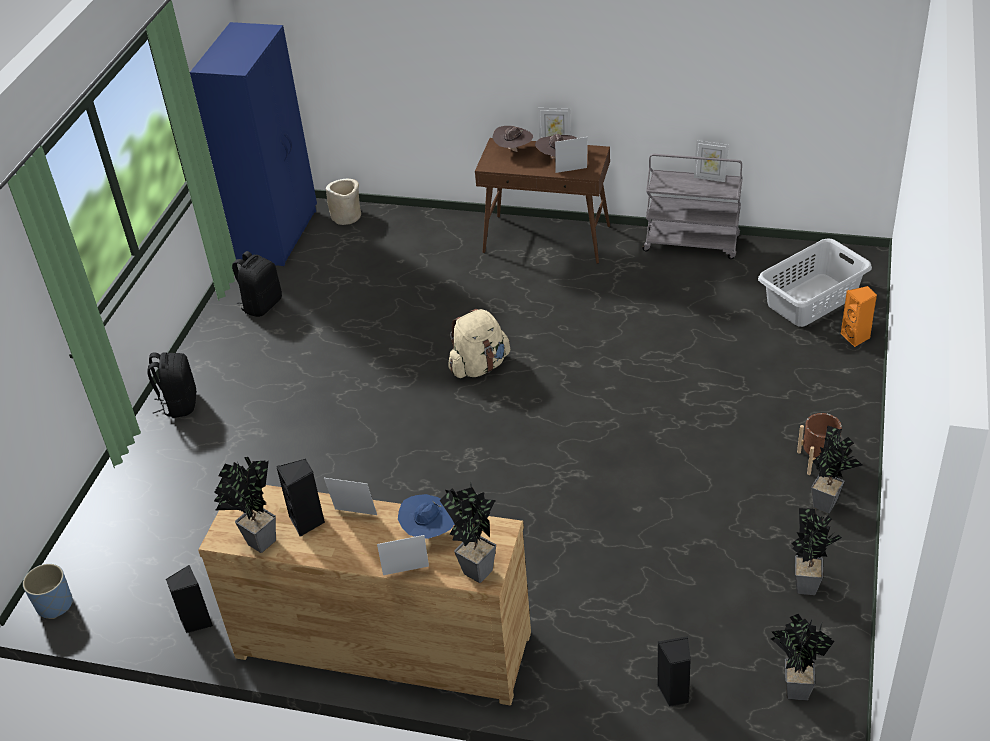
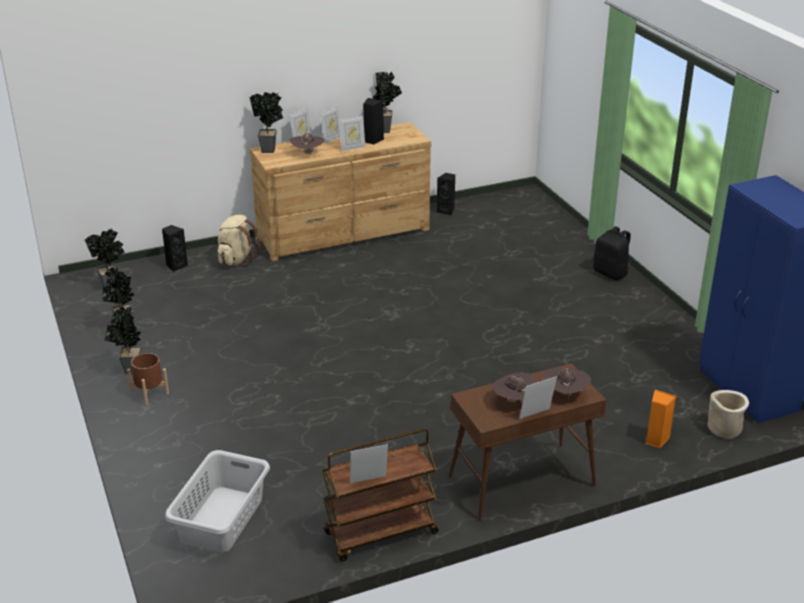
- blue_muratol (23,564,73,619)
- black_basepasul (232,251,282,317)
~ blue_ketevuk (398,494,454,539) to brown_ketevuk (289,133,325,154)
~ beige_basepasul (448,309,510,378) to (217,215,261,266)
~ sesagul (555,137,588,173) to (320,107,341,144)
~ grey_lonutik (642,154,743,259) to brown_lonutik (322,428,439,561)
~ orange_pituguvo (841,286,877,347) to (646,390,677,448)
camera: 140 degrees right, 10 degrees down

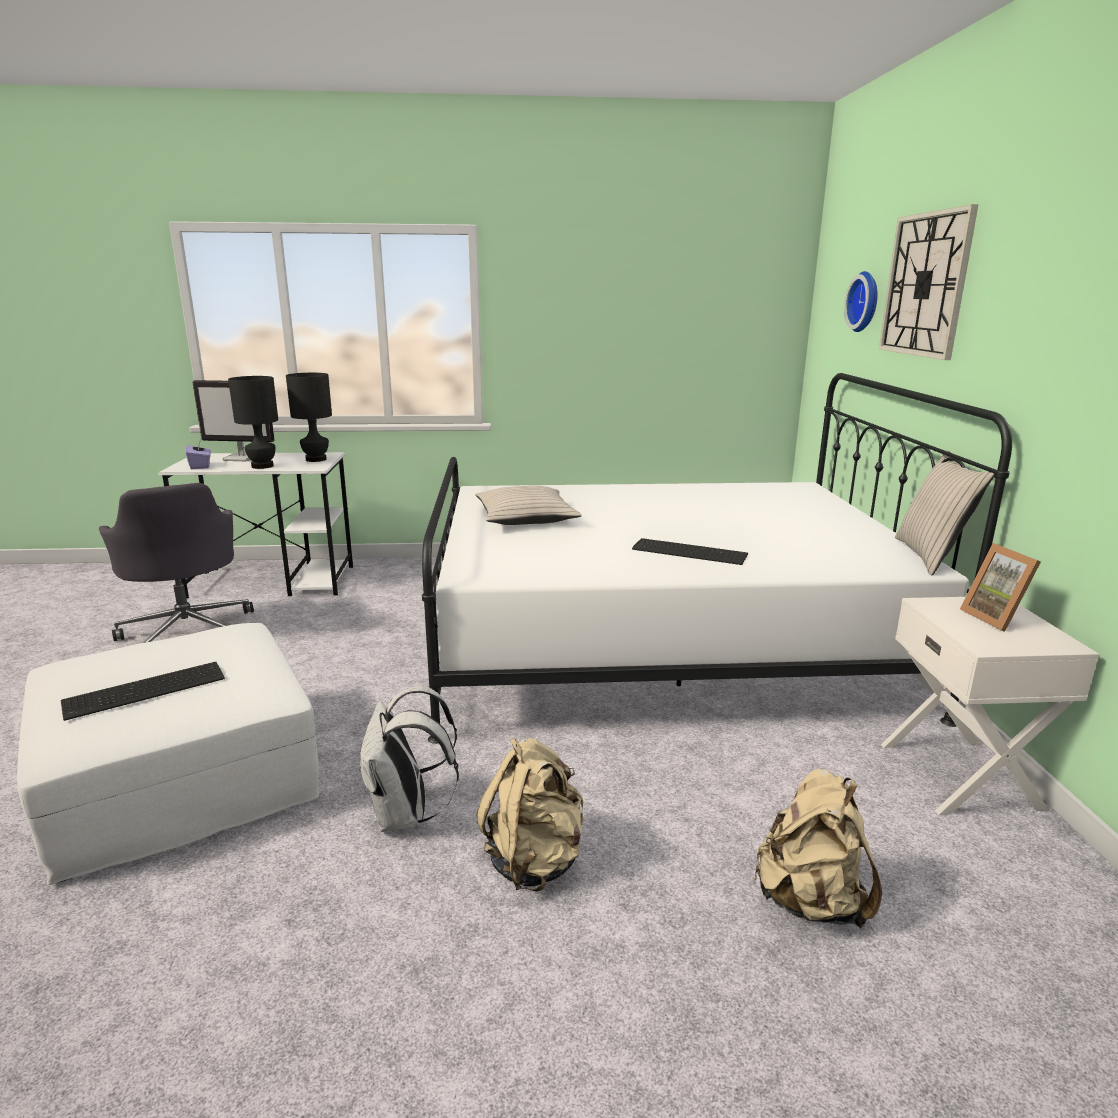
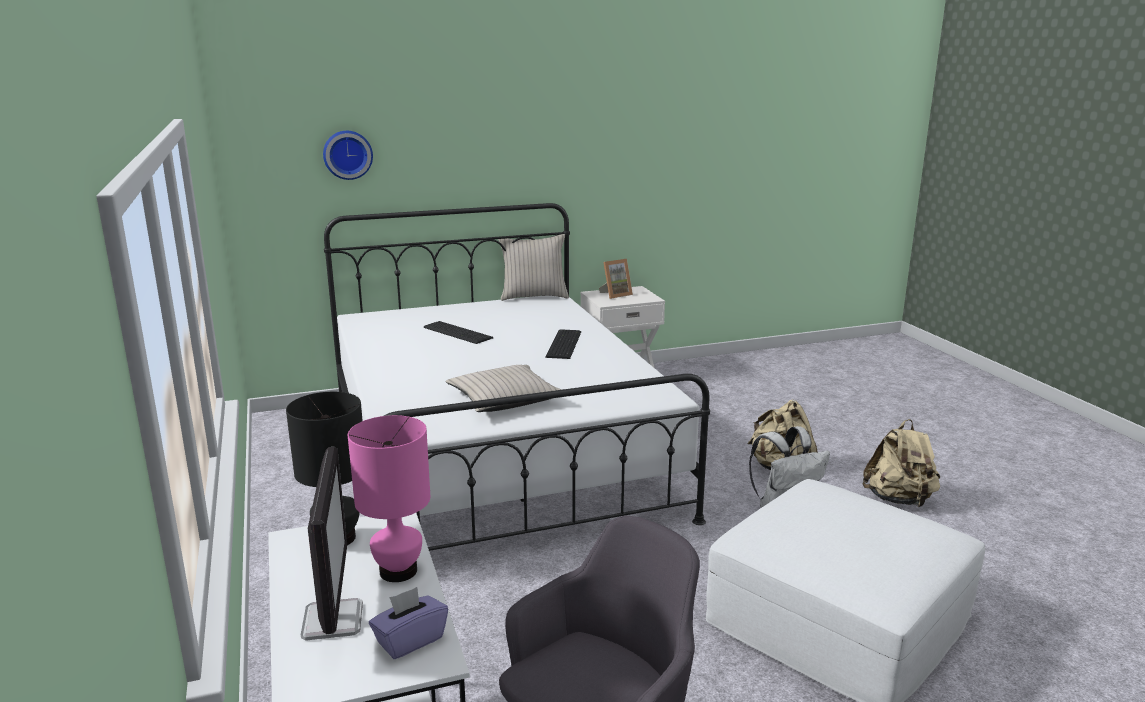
~ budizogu (61,662,225,721) to (424,321,494,344)
~ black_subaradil (228,376,278,469) to pink_subaradil (348,415,430,582)
~ beige_basepasul (753,769,882,928) to (862,419,940,507)
- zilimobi (879,204,979,360)
camera: 105 degrees left, 0 degrees up

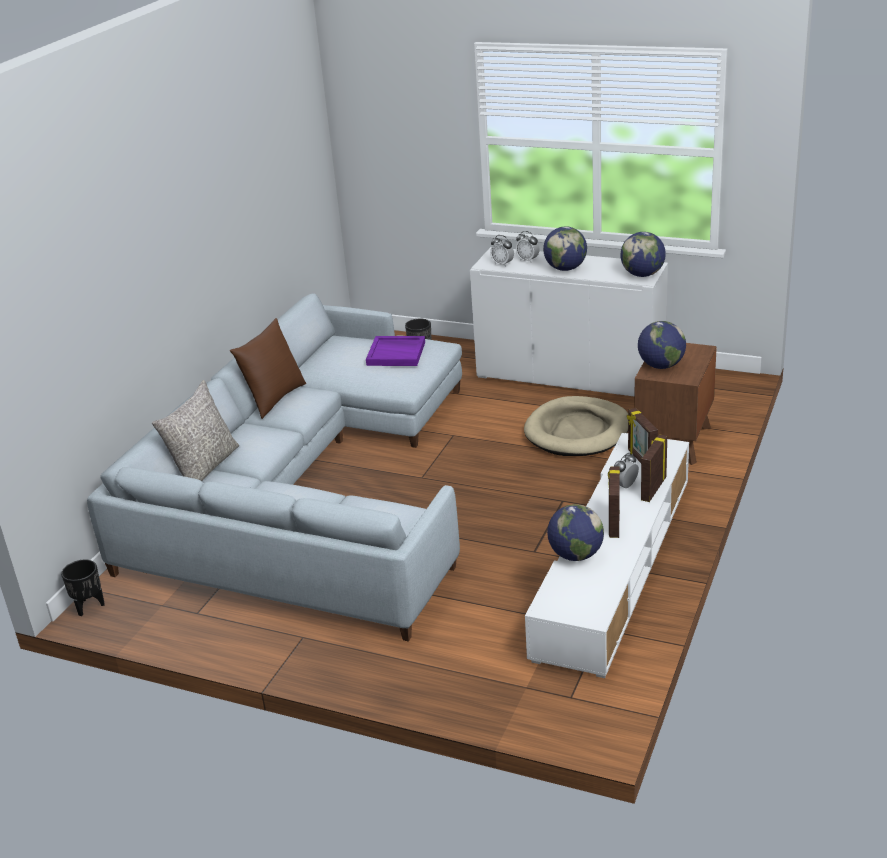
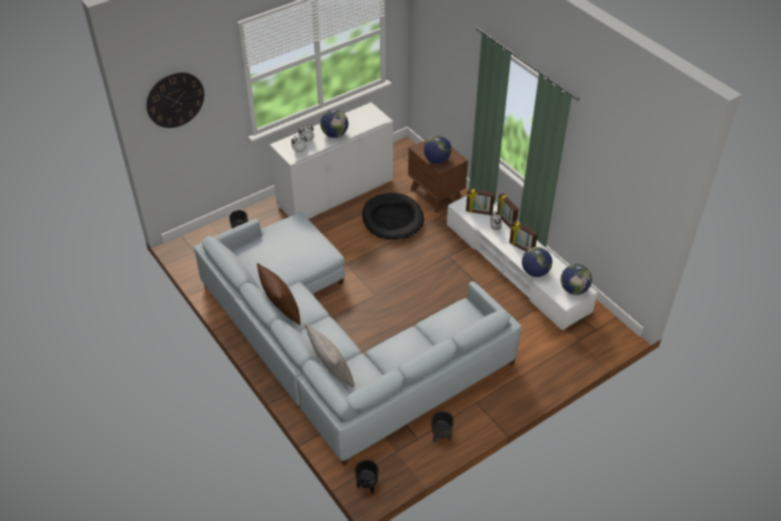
- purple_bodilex (366,336,425,366)
~ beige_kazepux (524,396,628,456) to black_kazepux (362,193,424,240)
~ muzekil (620,232,666,277) to (561,264,592,295)
+ zilimobi (146,72,204,128)
+ black_muratol (431,411,454,443)
camera: 60 degrees left, 15 degrees up

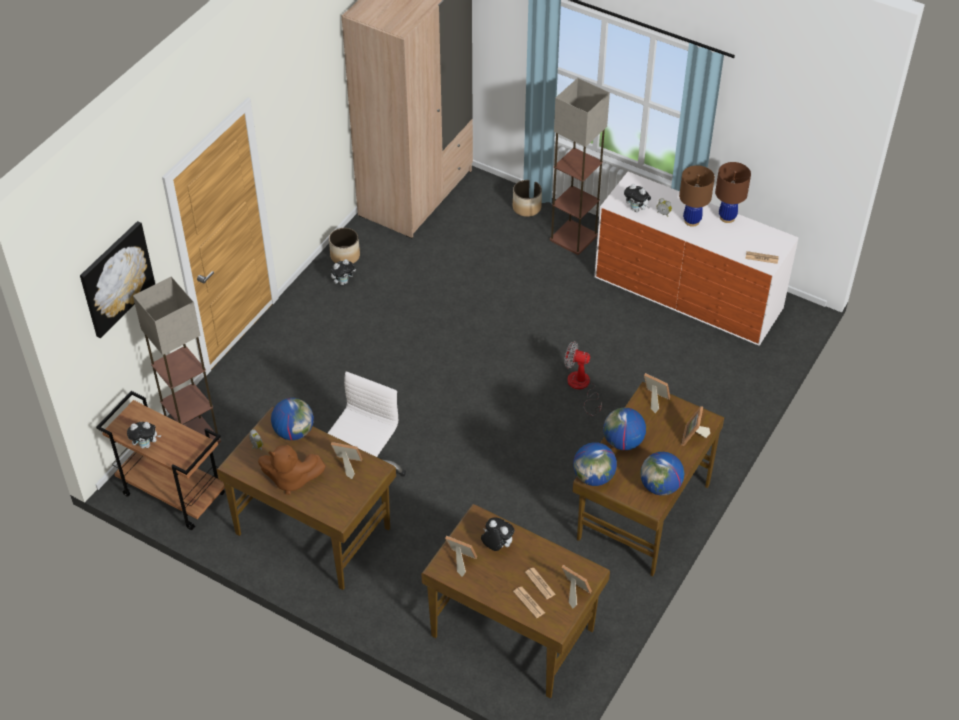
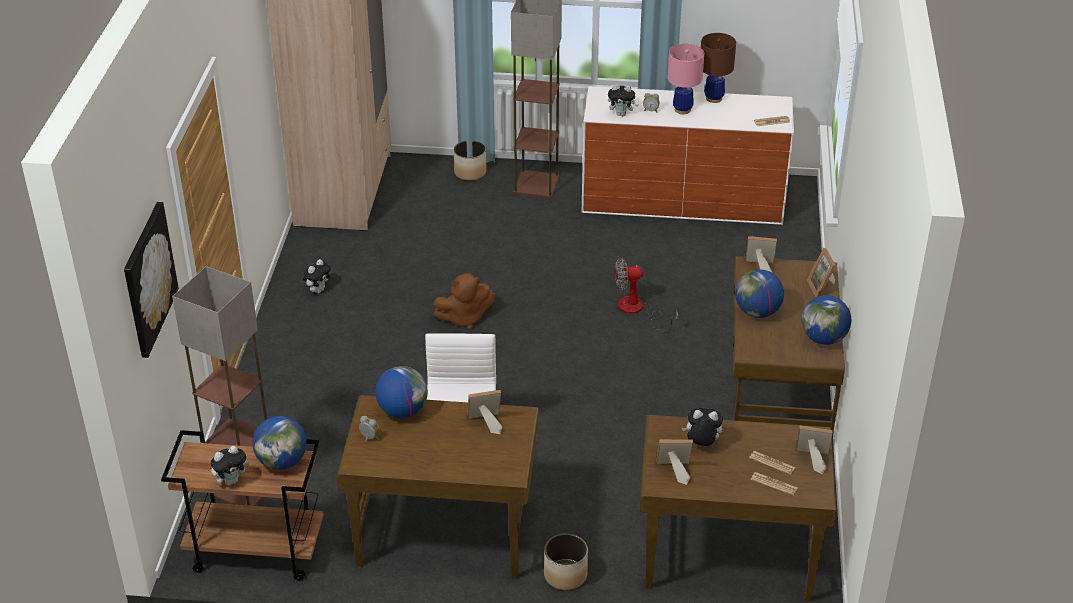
~ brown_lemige (258,445,326,495) to (433,274,495,330)
~ muratol (329,228,360,263) to (544,533,588,590)
~ muzekil (573,442,617,486) to (253,416,307,470)
~ brown_subaradil (679,165,715,227) to pink_subaradil (667,44,704,114)
camera: 25 degrees left, 10 degrees down

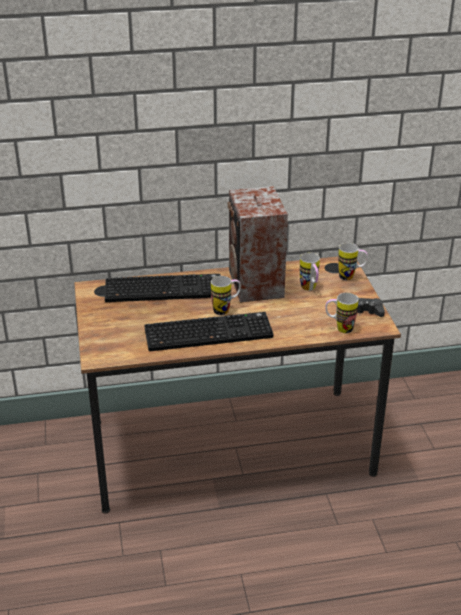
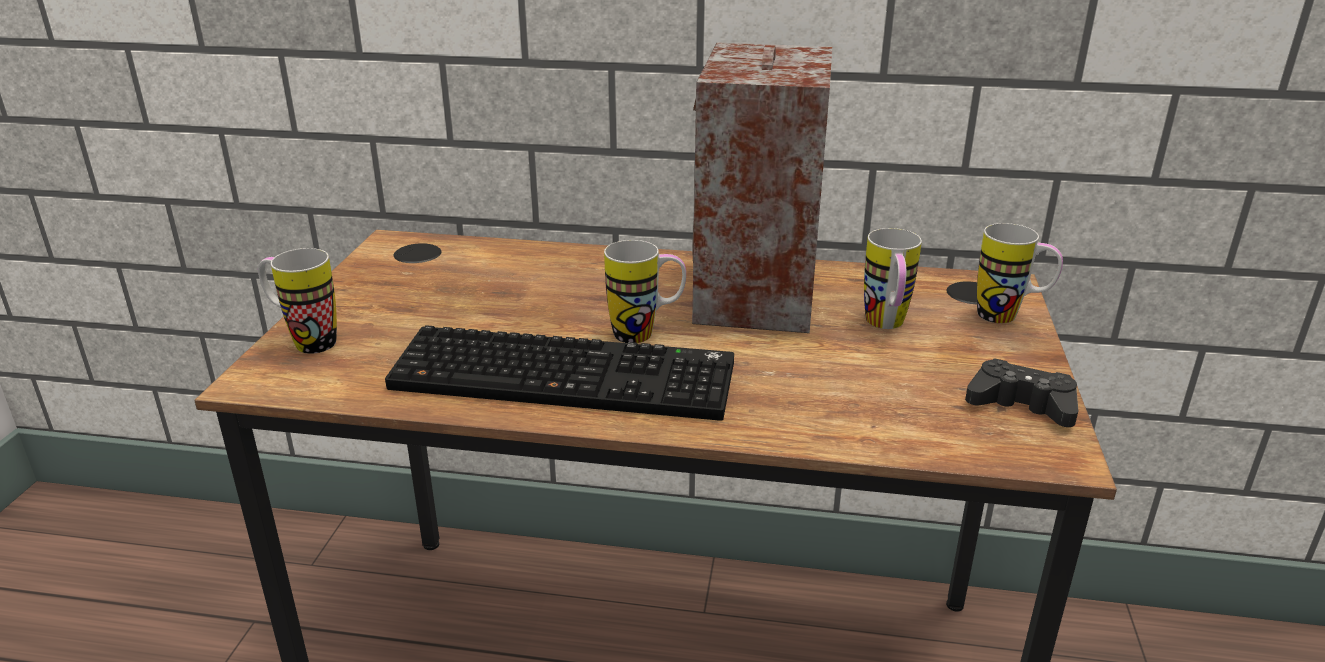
- budizogu (105,274,221,302)
~ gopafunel (325,293,358,333) to (258,248,337,354)
camera: 20 degrees right, 5 degrees down

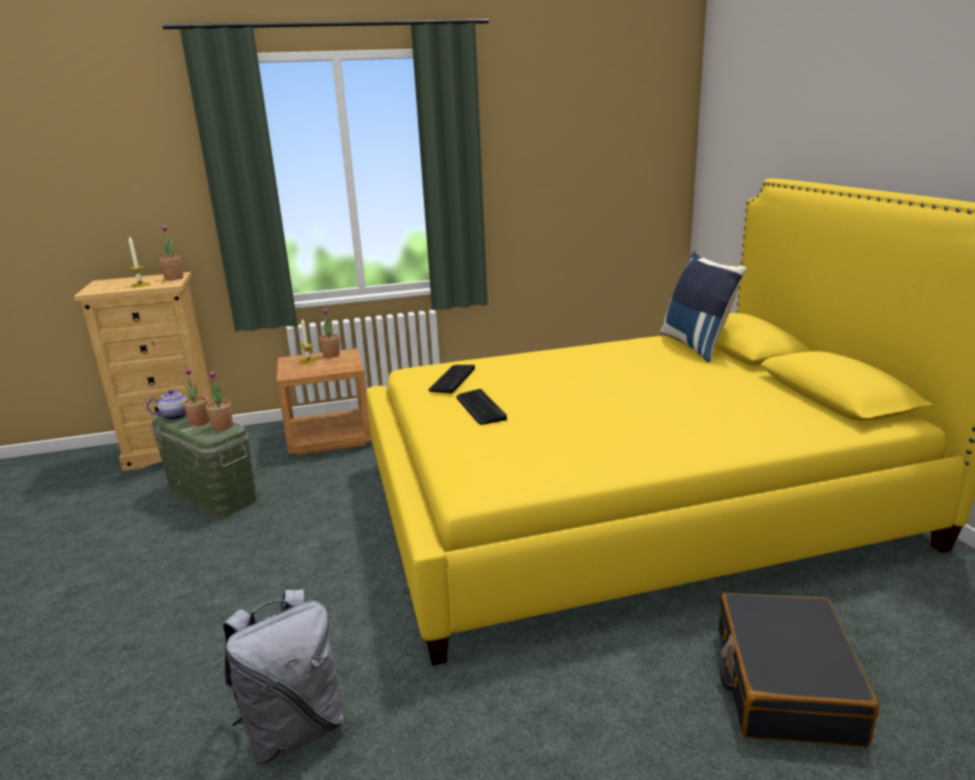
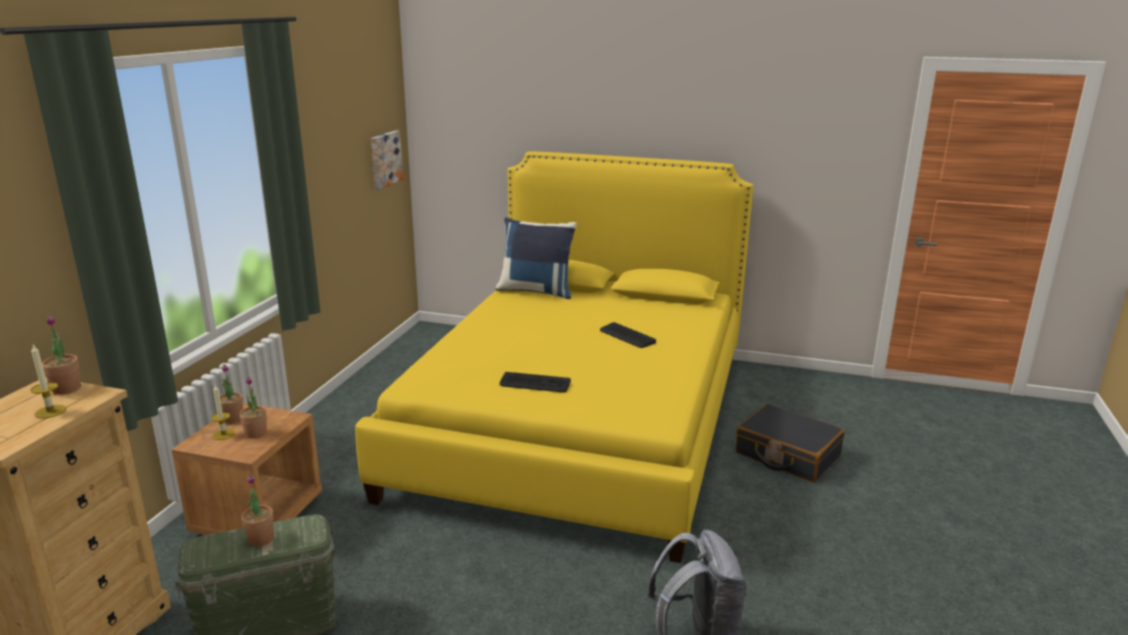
- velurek (147,390,194,420)
~ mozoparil (206,371,233,430) to (240,377,267,439)
~ budizogu (429,365,475,393) to (600,322,656,348)
+ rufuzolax (371,130,403,189)
camera: 60 degrees left, 0 degrees up

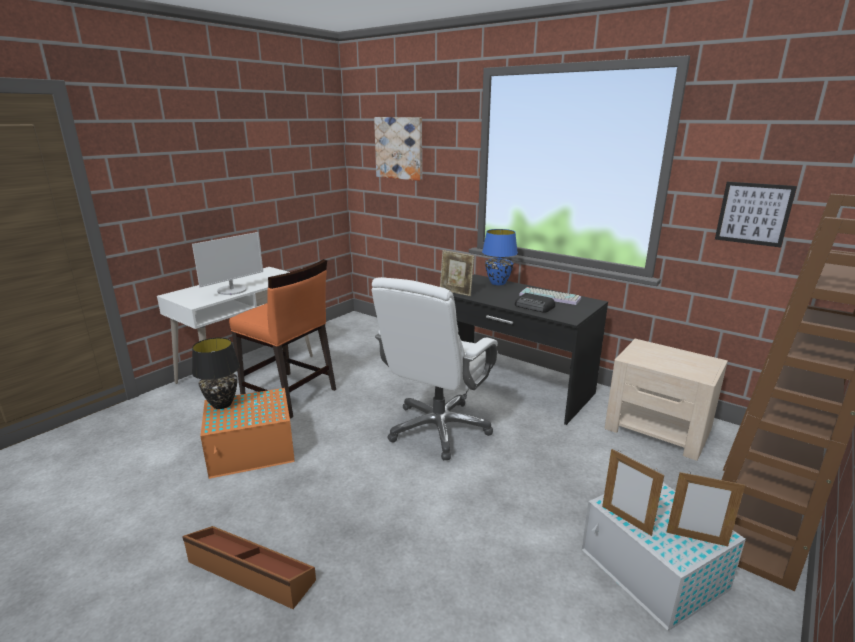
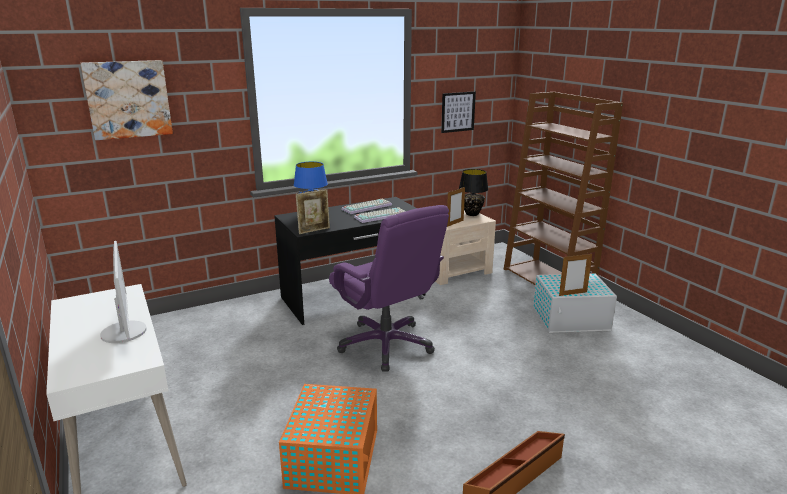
~ black_subaradil (192,338,240,409) to (459,169,488,216)
- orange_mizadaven (229,259,336,418)
~ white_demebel (372,277,498,460) to purple_demebel (329,205,449,372)
~ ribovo (515,293,555,313) to budizogu (354,207,406,223)
~ sesagul (667,471,745,547) to (447,187,465,227)
camera: 65 degrees left, 0 degrees up

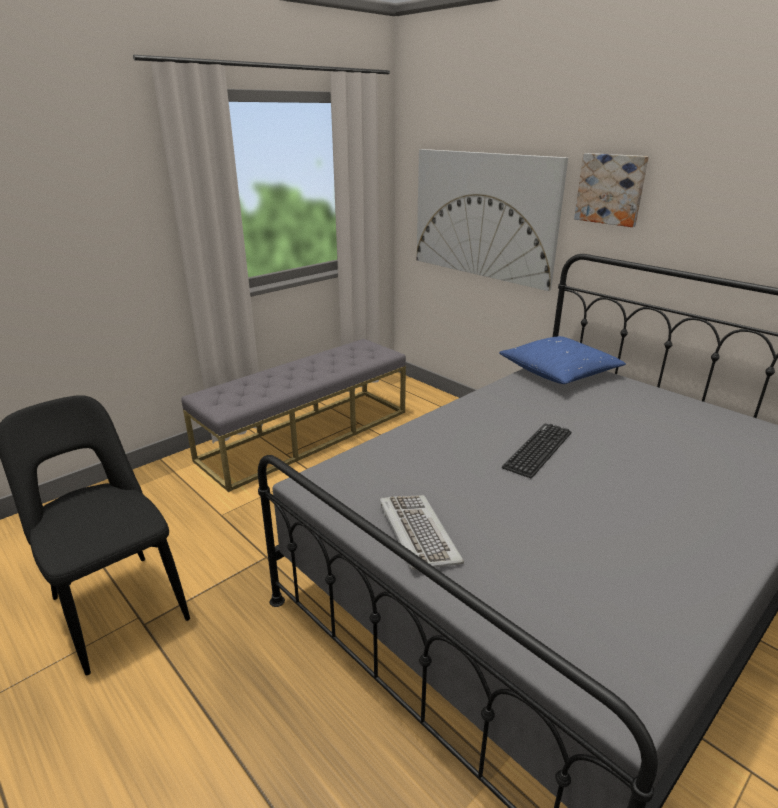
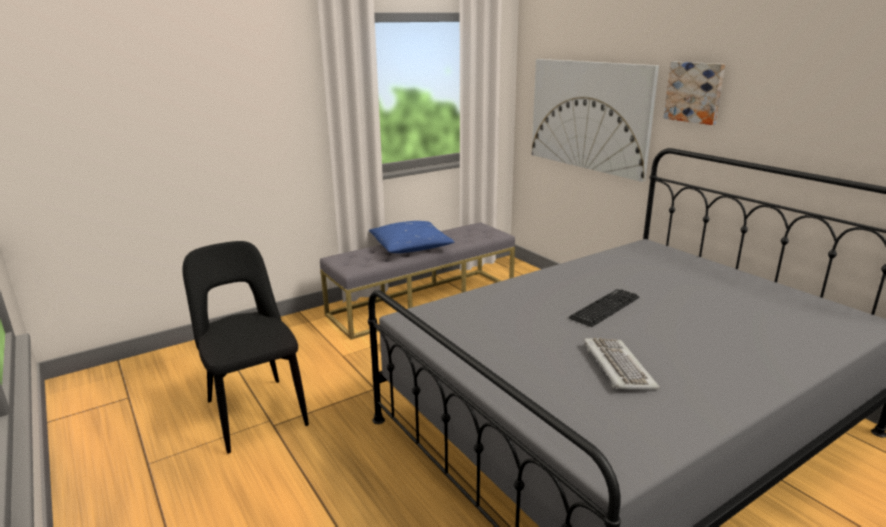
~ budizogu (379,495,464,570) to (583,338,660,390)
~ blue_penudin (499,336,626,384) to (369,221,455,253)
camera: 10 degrees right, 5 degrees down

